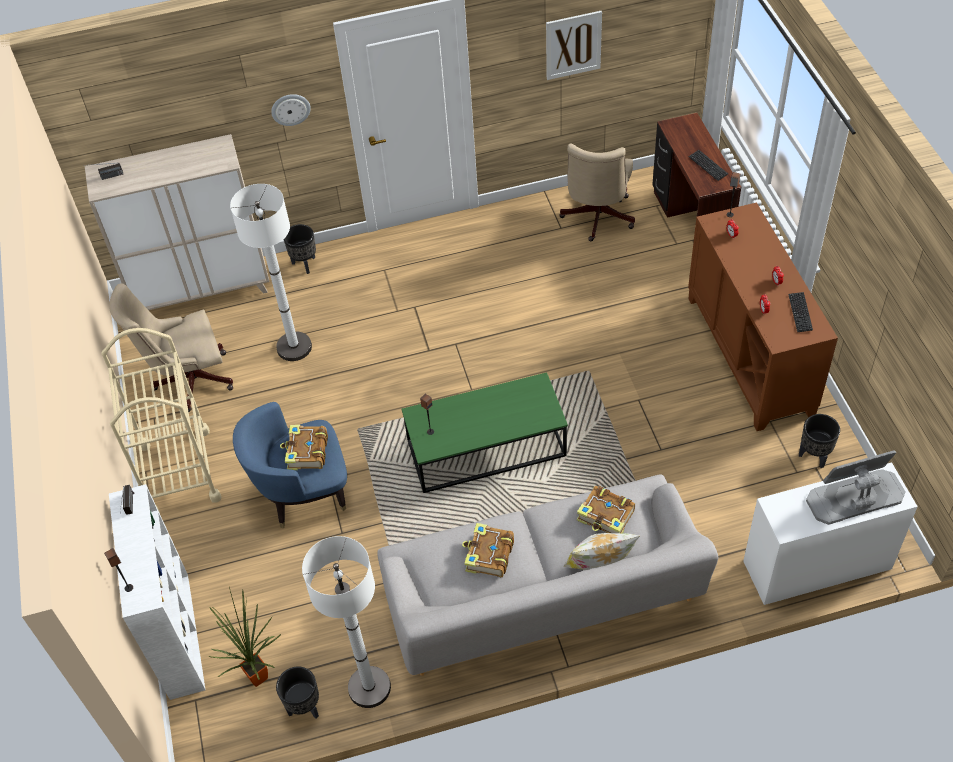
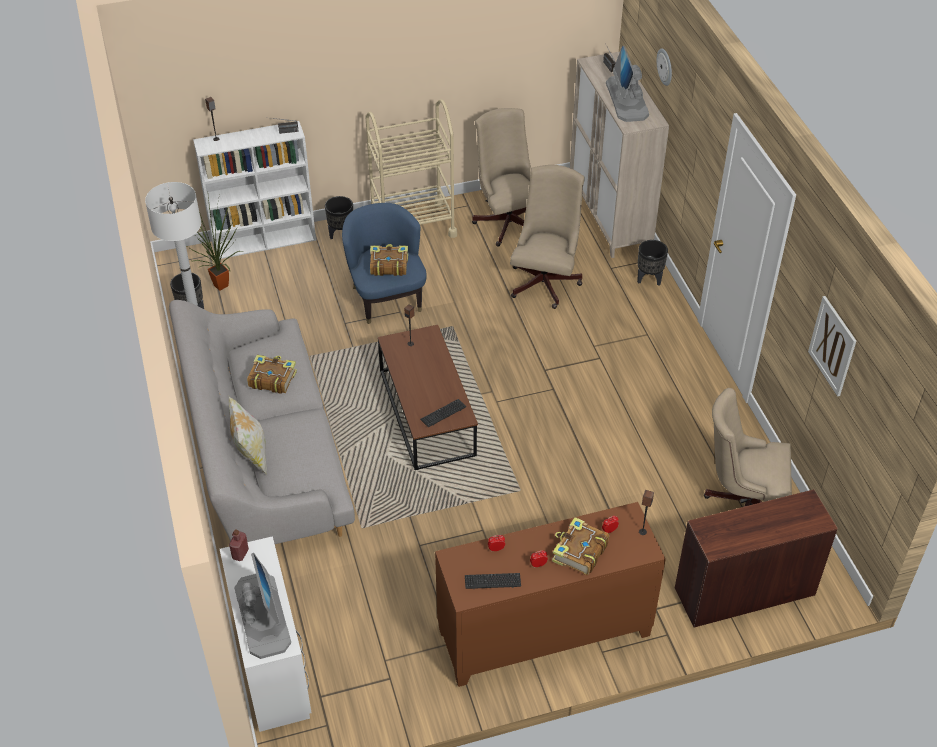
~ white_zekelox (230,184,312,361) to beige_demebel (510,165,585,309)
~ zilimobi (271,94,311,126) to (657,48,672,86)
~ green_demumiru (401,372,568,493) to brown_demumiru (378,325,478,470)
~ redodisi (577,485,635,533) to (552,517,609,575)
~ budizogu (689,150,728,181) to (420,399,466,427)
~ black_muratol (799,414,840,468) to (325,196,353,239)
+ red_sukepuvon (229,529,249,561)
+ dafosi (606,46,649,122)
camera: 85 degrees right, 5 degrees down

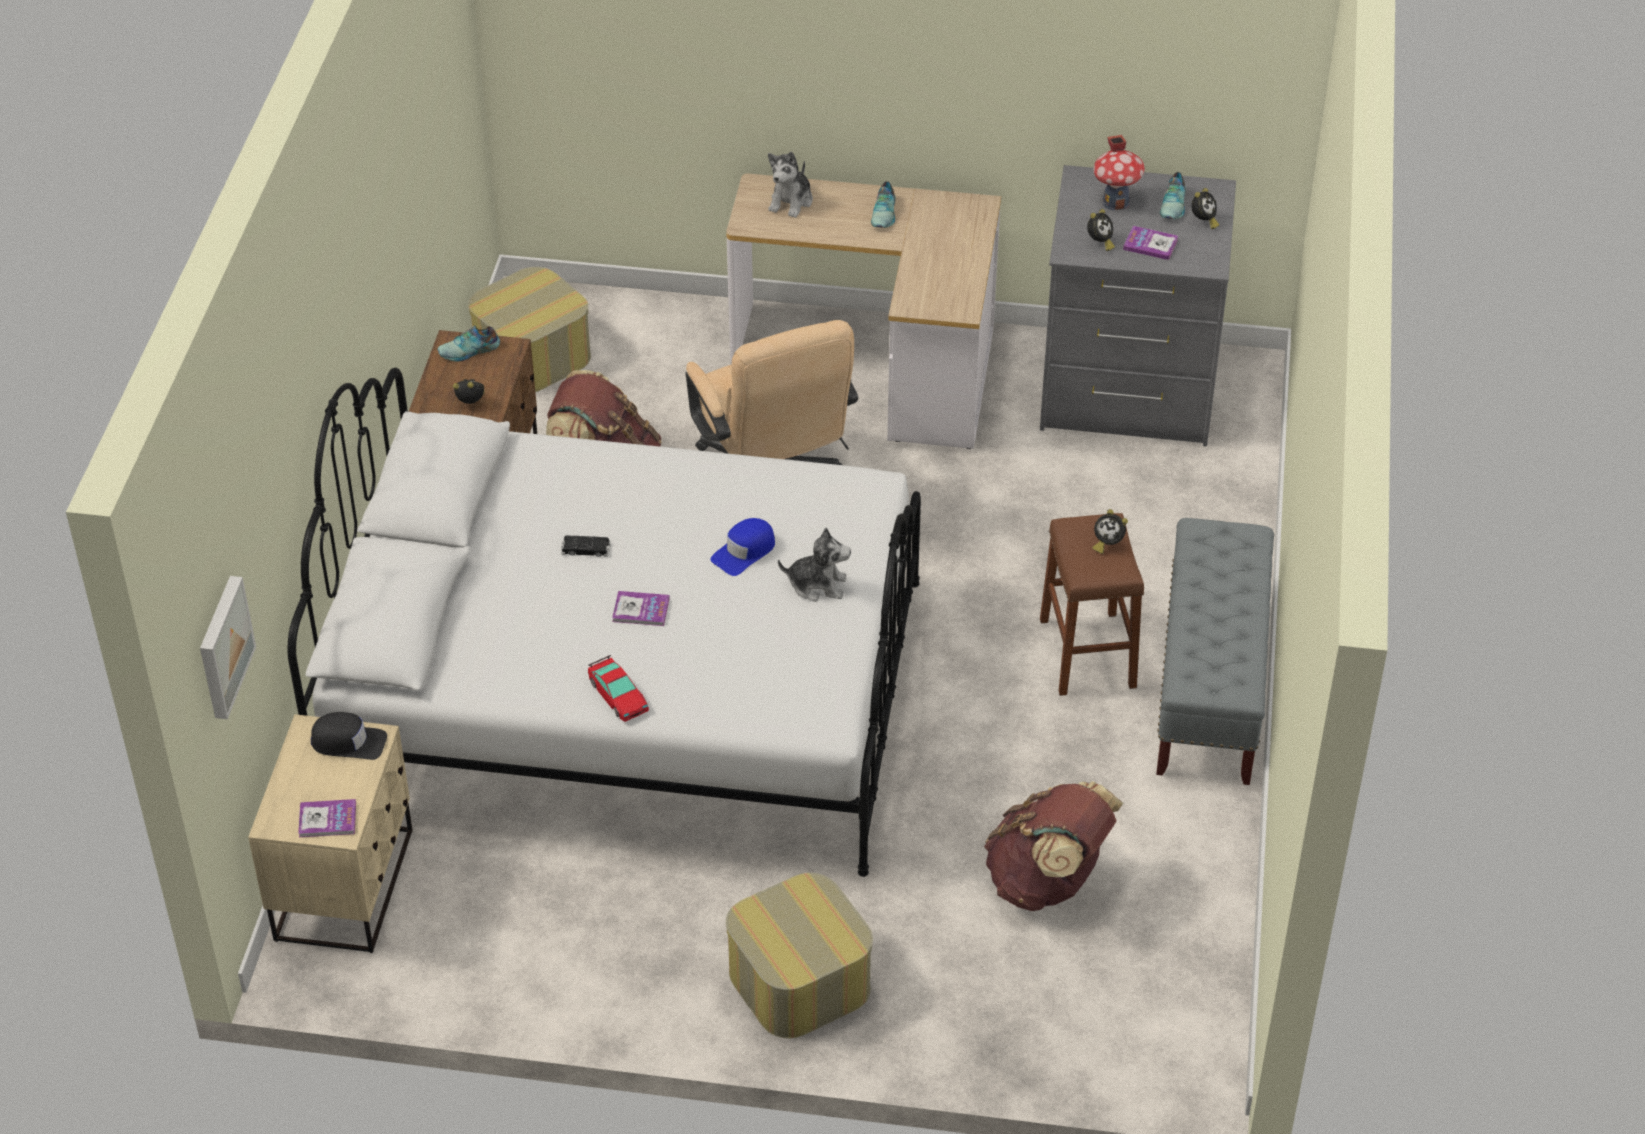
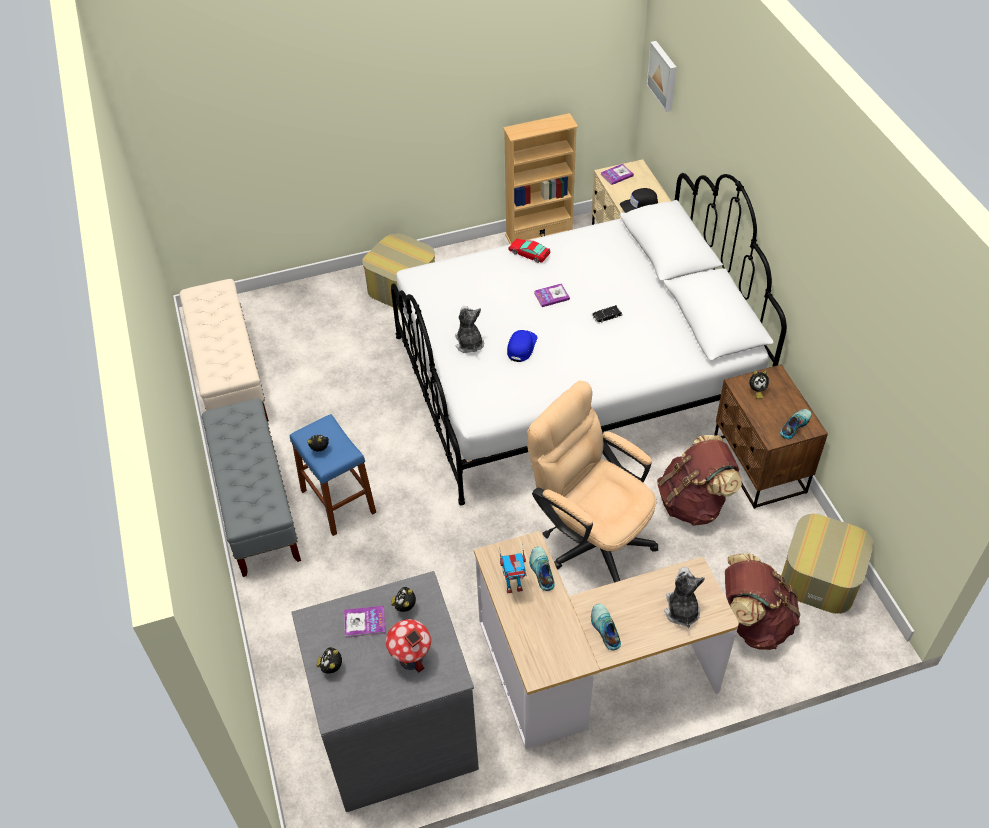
~ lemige (778,528,851,602) = (455,306,484,353) 90 degrees clockwise
~ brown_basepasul (984,781,1123,911) to (725,553,800,650)
~ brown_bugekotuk (1040,513,1144,696) to blue_bugekotuk (290,414,376,536)
~ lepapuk (1160,172,1186,219) to (529,547,555,591)
+ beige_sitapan (179,279,269,422)
+ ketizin (499,543,527,593)
+ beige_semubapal (503,113,578,244)
camera: 155 degrees right, 5 degrees up

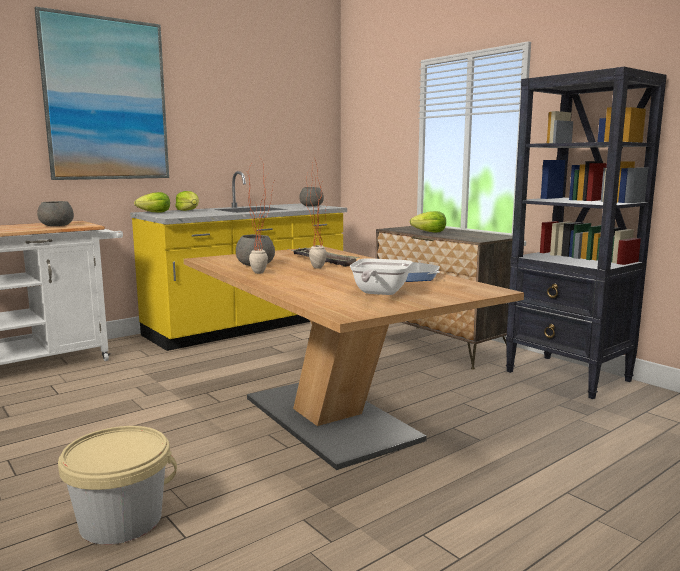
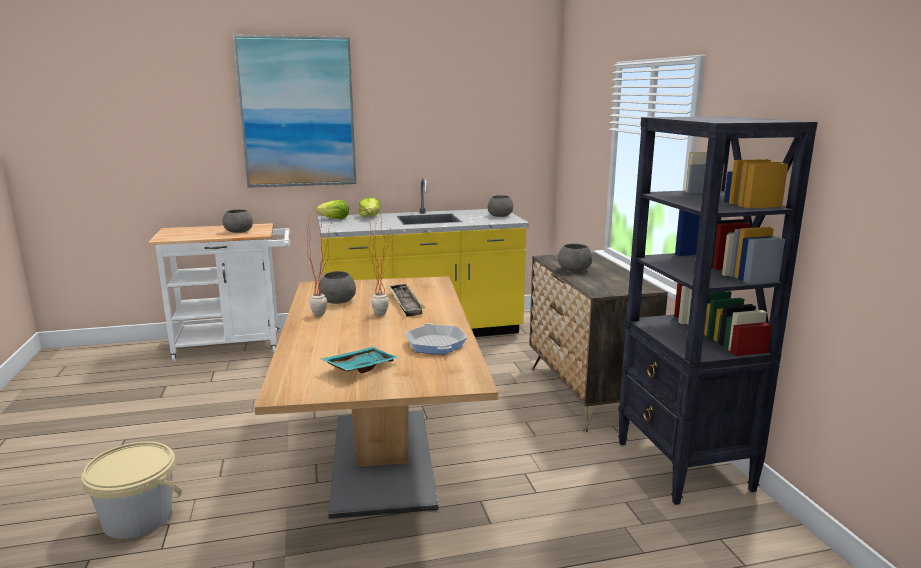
~ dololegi (350,258,413,295) to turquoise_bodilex (321,347,399,373)
~ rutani (410,211,446,233) to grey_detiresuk (558,244,592,272)
camera: 25 degrees right, 5 degrees up

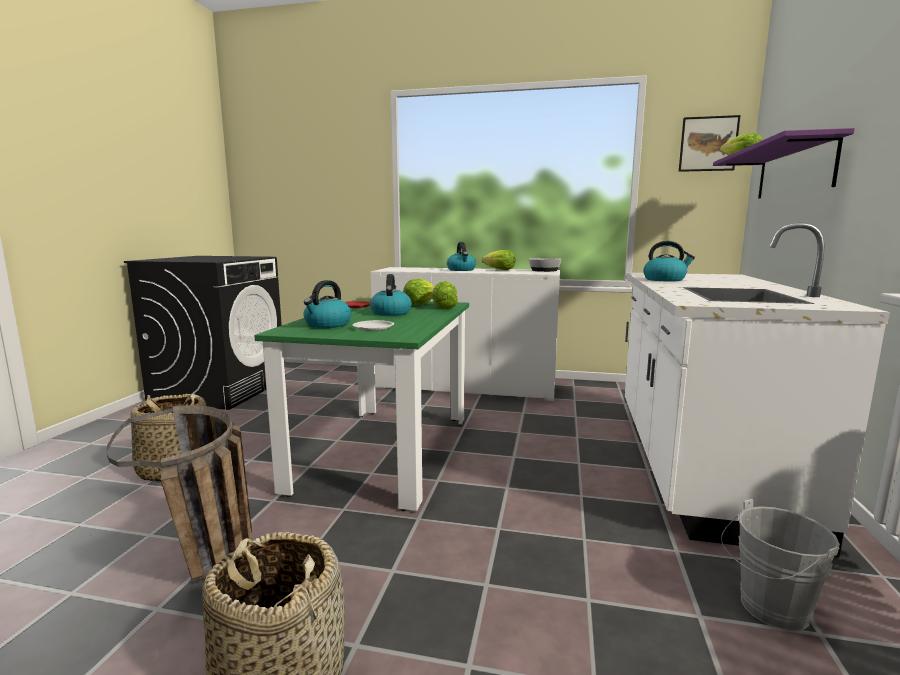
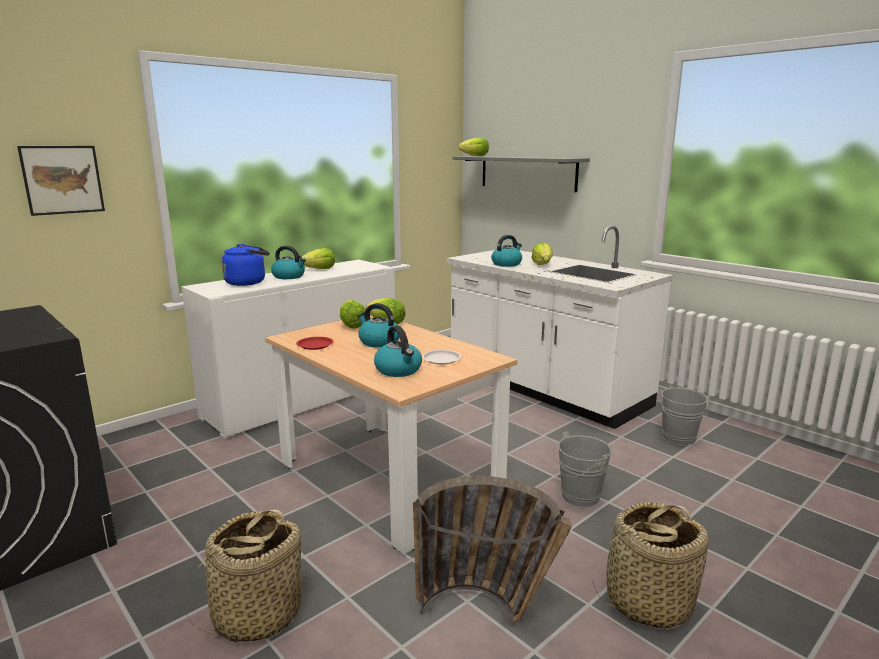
~ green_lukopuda (254,299,469,511) to beige_lukopuda (265,315,517,554)
- detiresuk (529,258,561,272)
~ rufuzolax (679,115,741,172) to (17,146,105,216)
~ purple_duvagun (713,128,855,199) to grey_duvagun (453,156,590,192)
+ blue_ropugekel (222,244,269,286)
+ rutani (531,242,553,265)
+ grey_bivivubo (548,431,612,508)
camera: 55 degrees left, 5 degrees up

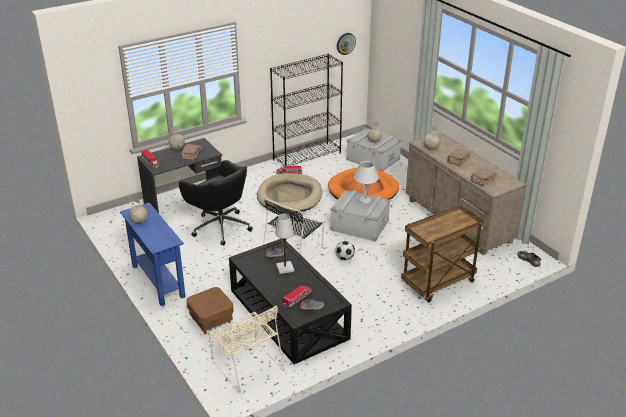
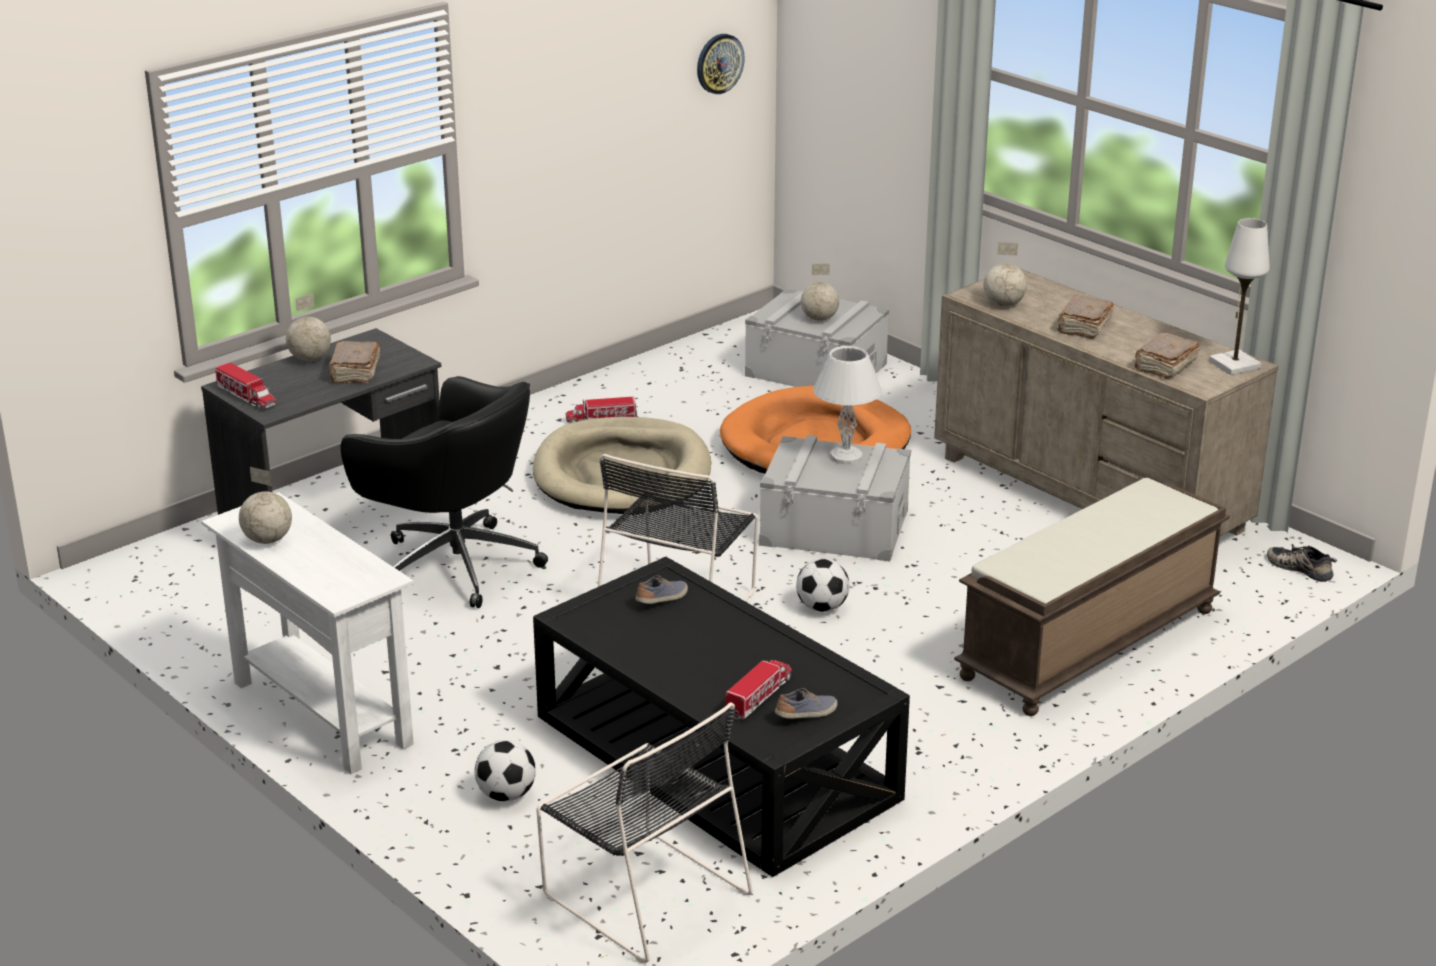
~ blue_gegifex (120,203,186,306) to white_gegifex (201,492,414,774)
~ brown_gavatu (186,287,234,334) to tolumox (475,740,536,802)
~ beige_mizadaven (209,306,285,392) to black_mizadaven (536,703,753,963)
- black_semubapal (270,54,343,166)
~ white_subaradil (275,214,294,274) to (1209,218,1270,375)
~ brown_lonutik (401,204,484,302) to brown_sitapan (954,478,1230,716)
camera: 10 degrees left, 5 degrees down

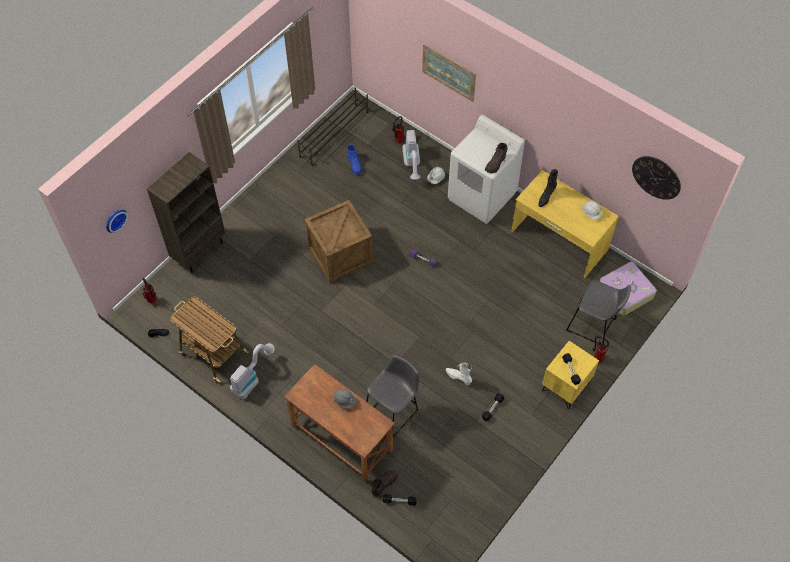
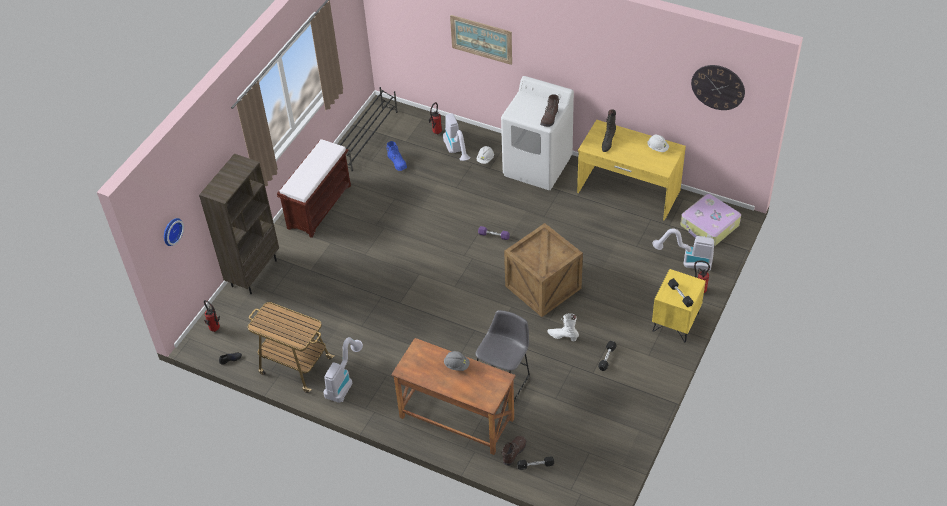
~ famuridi (305,200,373,283) to (504,223,583,317)
~ grey_bugekotuk (566,281,631,345) to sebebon (653,229,714,271)
+ brown_sitapan (277,139,351,238)
camera: 10 degrees left, 10 degrees down

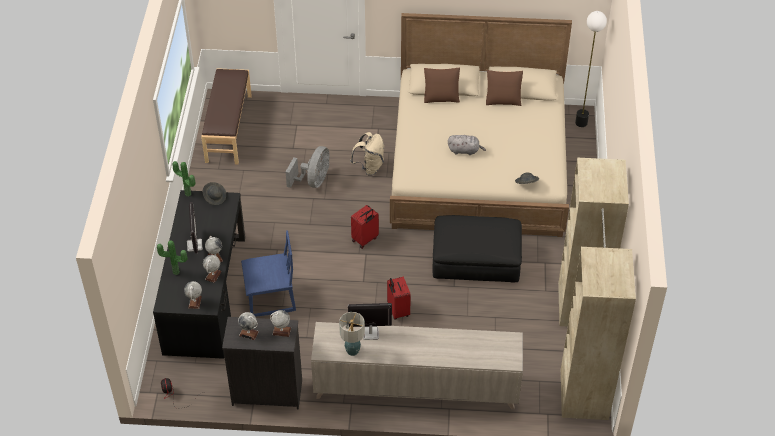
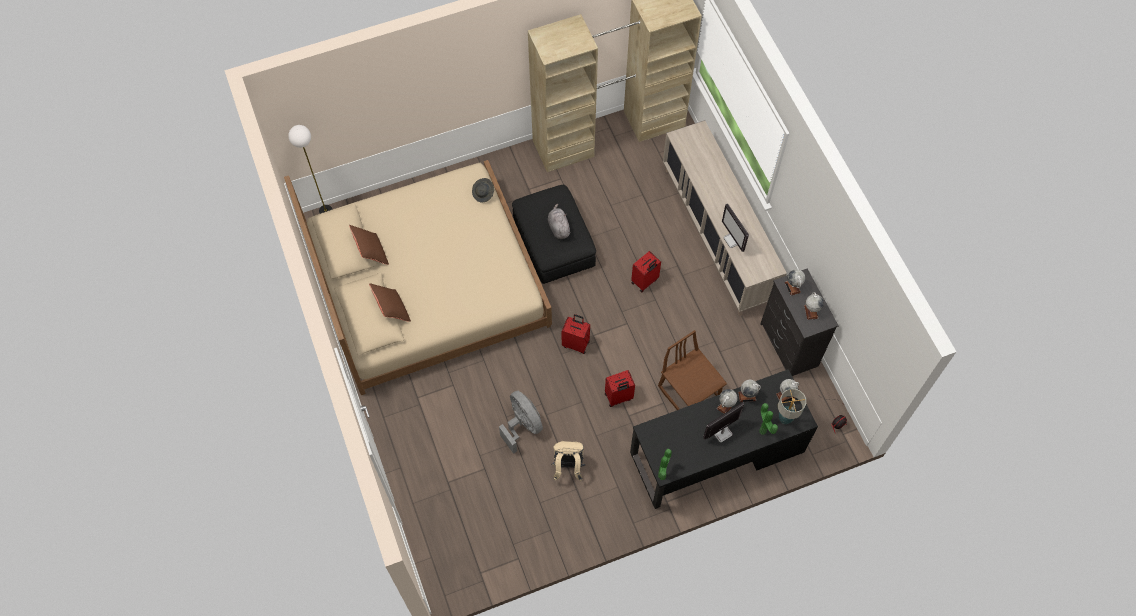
- brown_sitapan (201,68,252,164)
- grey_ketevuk (203,182,226,205)
~ blue_mizadaven (241,230,296,317) to brown_mizadaven (658,330,727,410)
~ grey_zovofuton (286,146,329,188) = (499,391,543,454) 60 degrees clockwise
~ subaradil (339,312,365,356) to (778,389,806,424)
~ beige_basepasul (350,132,384,176) to (552,441,585,481)
~ grey_lemige (448,135,486,155) to (548,204,571,239)
+ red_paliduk (605,370,635,407)
camera: 115 degrees left, 15 degrees up

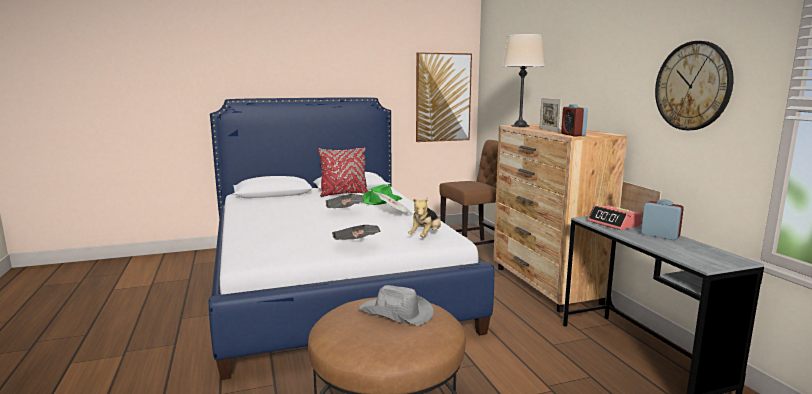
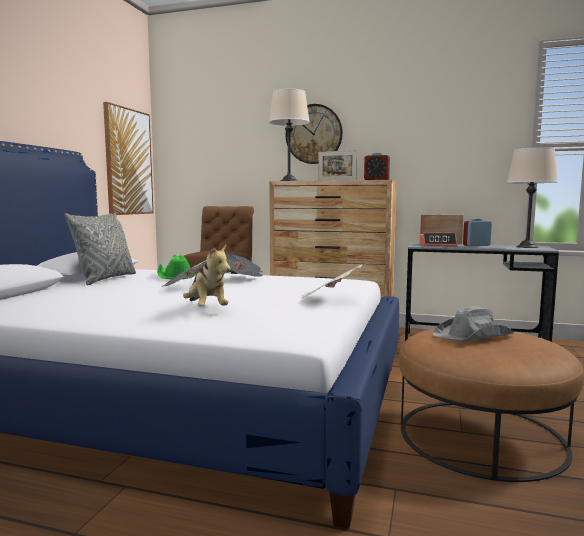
~ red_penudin (318,147,368,197) to grey_penudin (64,213,136,285)
~ lemige (408,197,441,238) to (183,245,230,306)
~ zilimobi (655,41,734,130) to (286,104,343,164)
+ beige_subaradil (507,147,558,248)
camera: 55 degrees left, 5 degrees down

